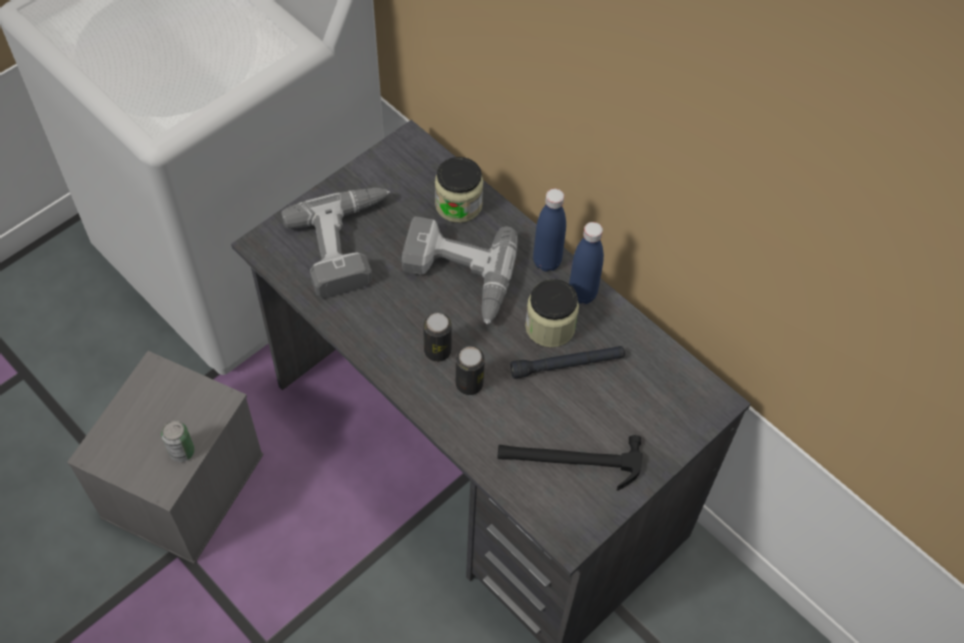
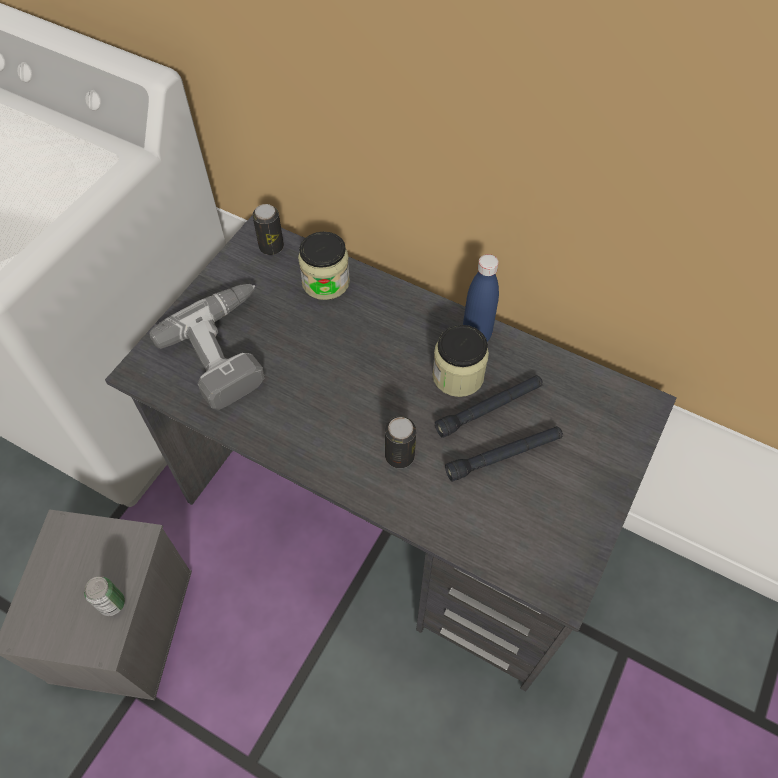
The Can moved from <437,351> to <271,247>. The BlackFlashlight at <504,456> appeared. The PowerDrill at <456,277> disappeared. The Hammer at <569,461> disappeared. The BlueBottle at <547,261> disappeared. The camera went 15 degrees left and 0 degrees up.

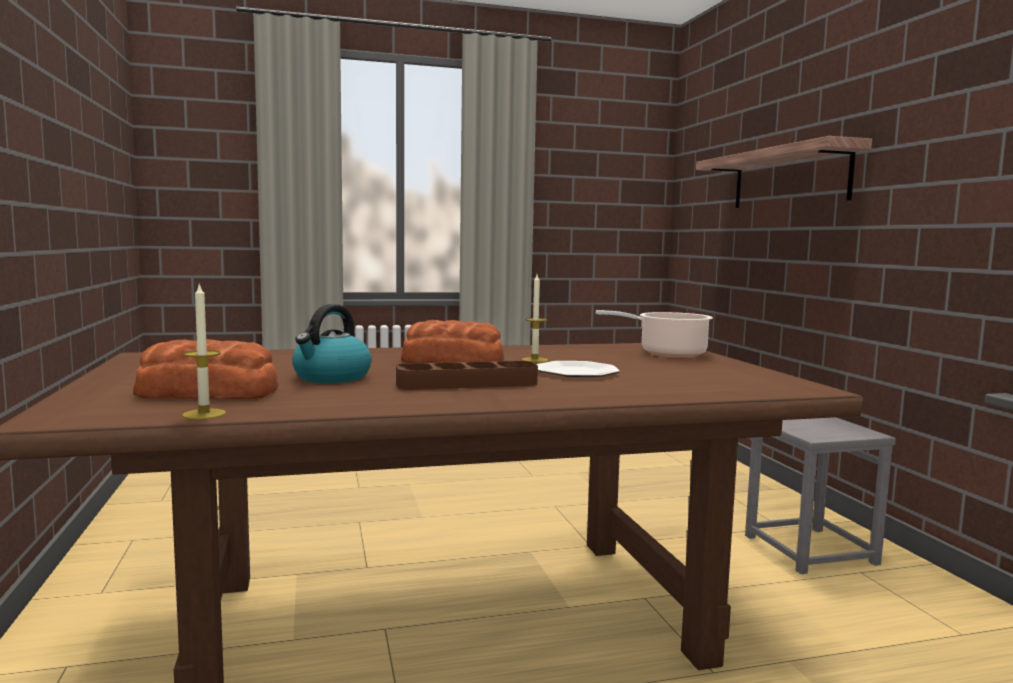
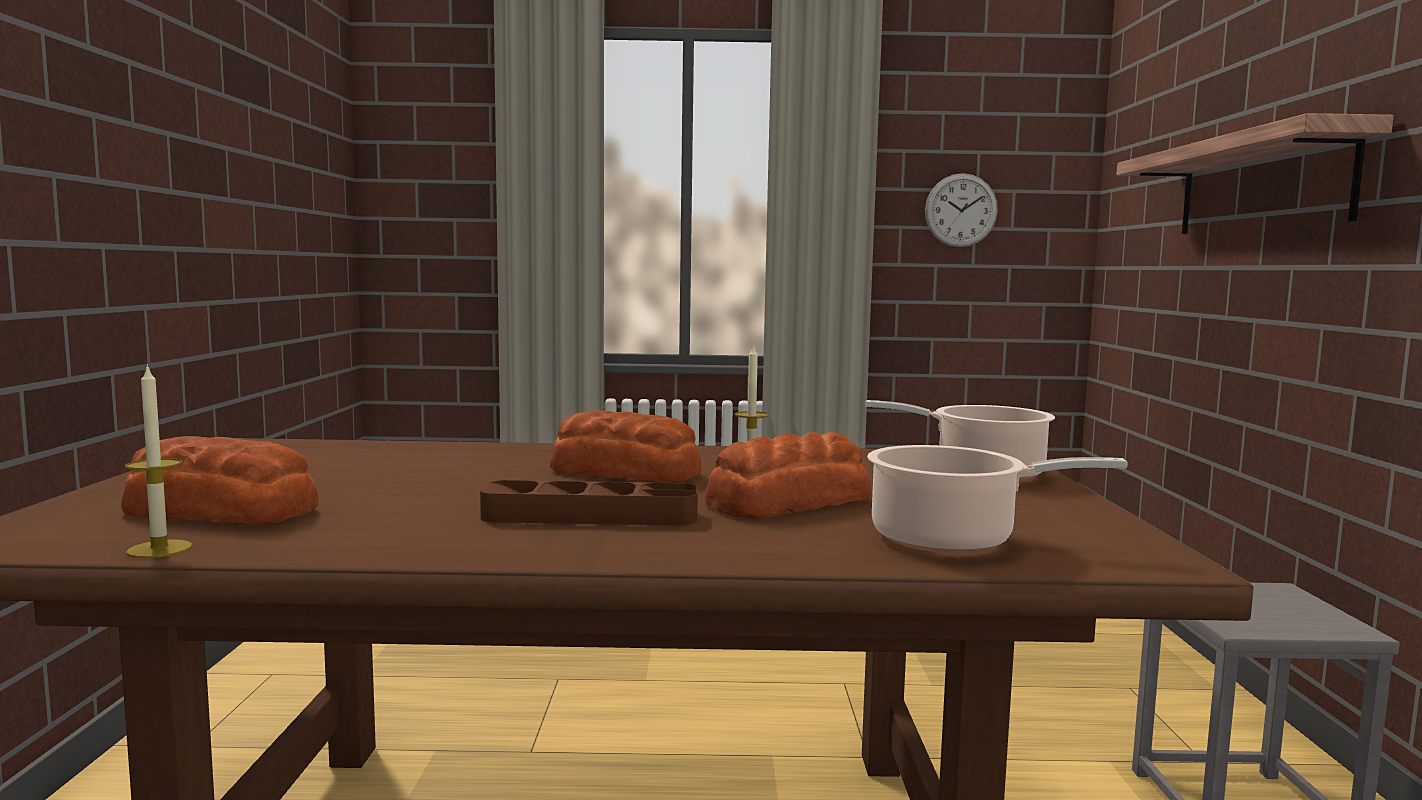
The Plate at <576,372> was replaced by the Bread at <786,502>. The CookingPot at <952,539> appeared. The WallClock at <961,210> appeared. The Kettle at <331,377> disappeared. The camera went 15 degrees right and 0 degrees up.

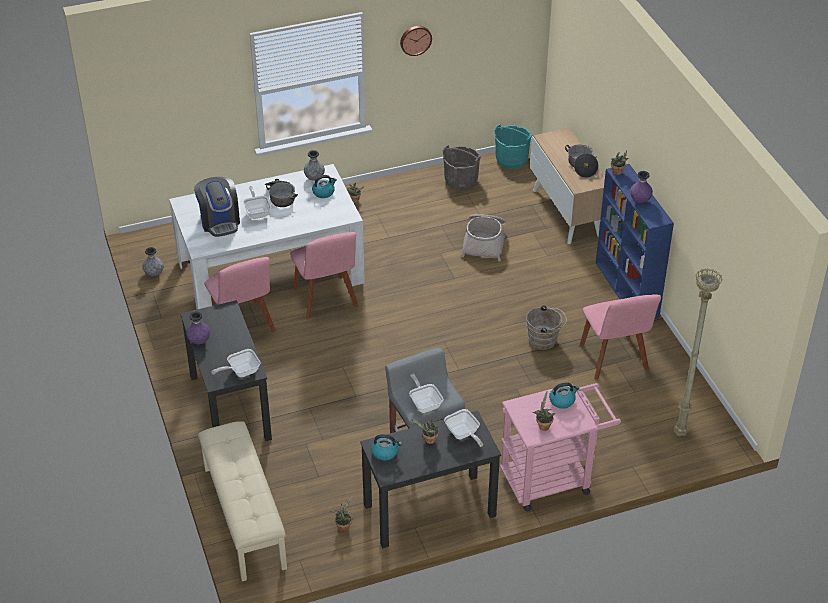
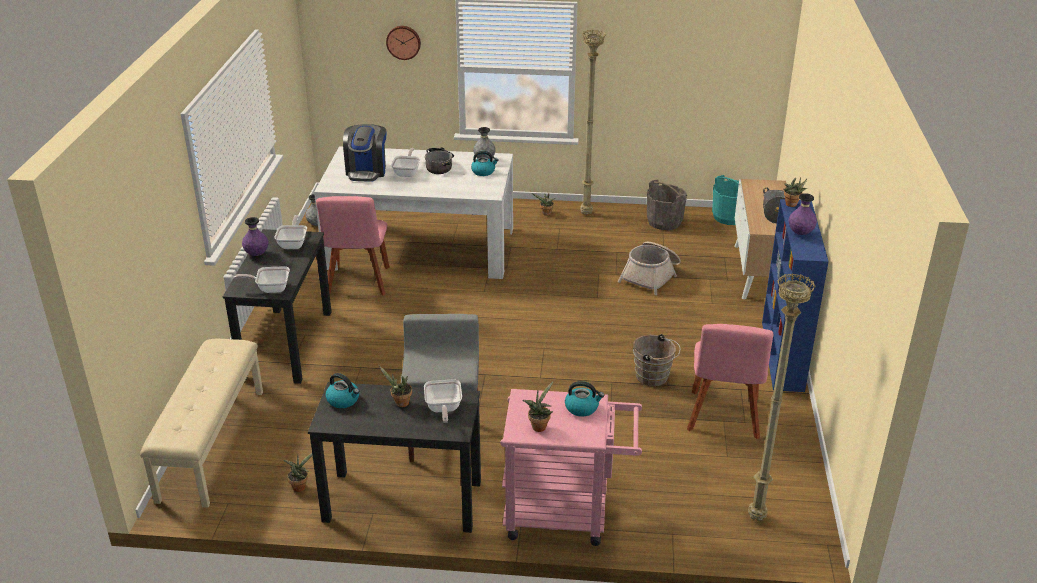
The FryingPan moved from <424,403> to <293,243>. The WallClock moved from <415,39> to <403,42>. The BeigeFloorLamp at <587,214> appeared. The PinkChair at <326,300> disappeared. The camera went 25 degrees right and 10 degrees down.

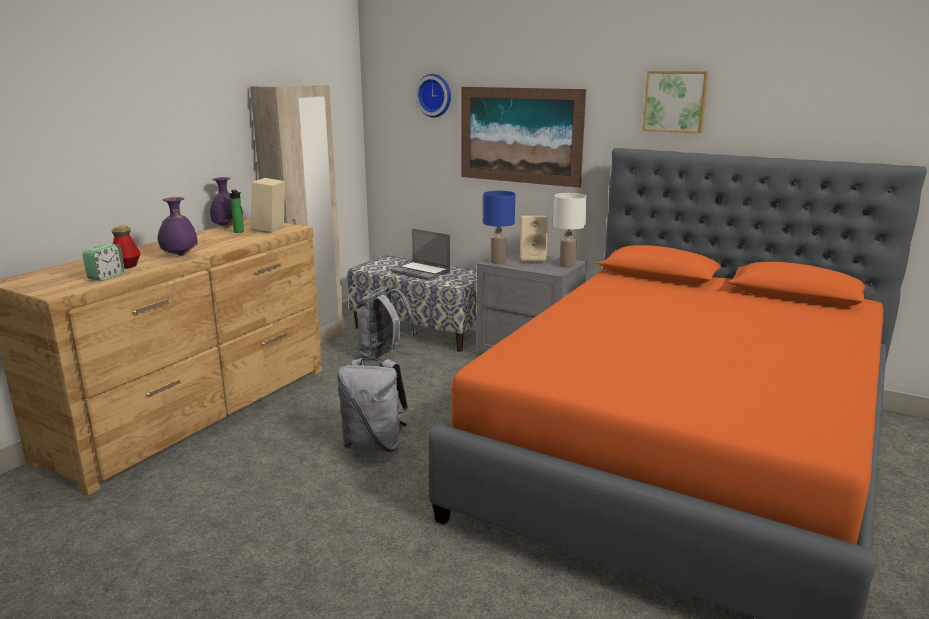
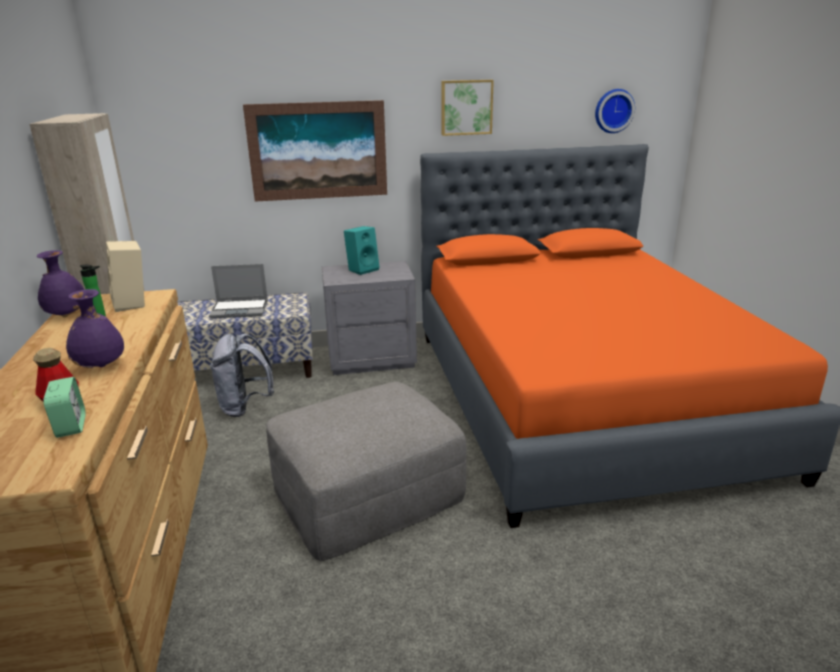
The GreyBackpack at <374,445> was replaced by the GreyOttoman at <367,492>. The BeigeSpeaker at <533,259> became the TurquoiseSpeaker at <363,269>. The WallClock moved from <435,95> to <613,111>. The BlueTableLamp at <497,262> disappeared. The WhiteTableLamp at <567,265> disappeared. The camera went 40 degrees left and 5 degrees up.

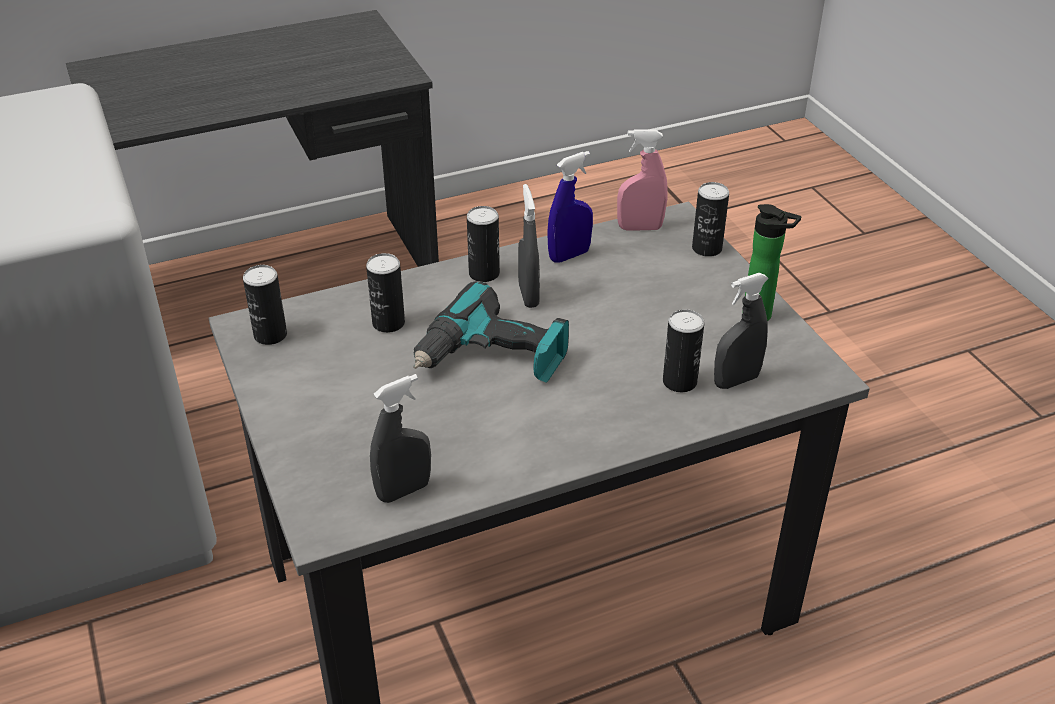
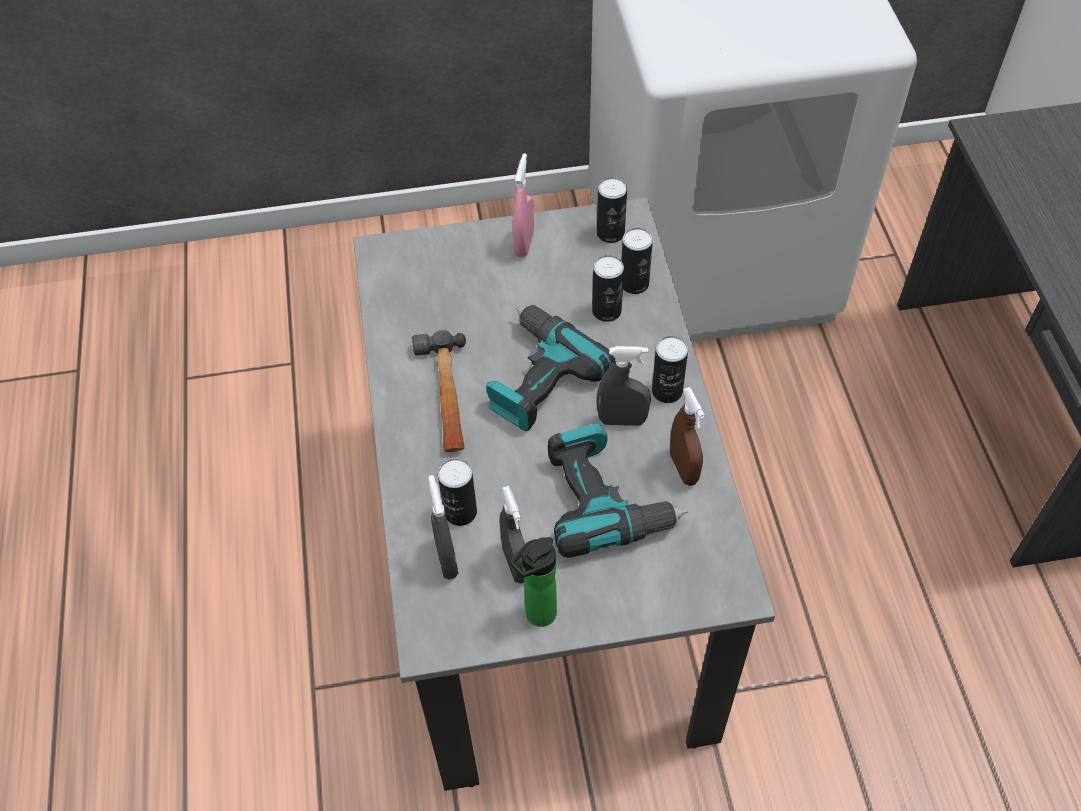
The Hammer at <445,396> appeared. The GreySprayBottle moved from <404,491> to <515,564>. The PinkSprayBottle moved from <640,228> to <524,244>. The PowerDrill at <605,500> appeared. The Can moved from <707,248> to <634,283>. The BlueSprayBottle at <569,255> became the BrownSprayBottle at <683,468>. The camera went 105 degrees right and 15 degrees up.

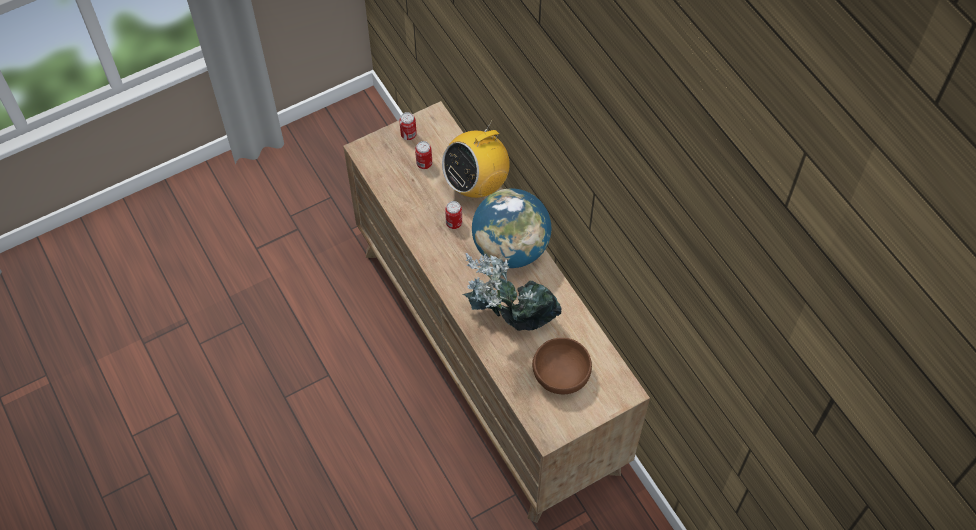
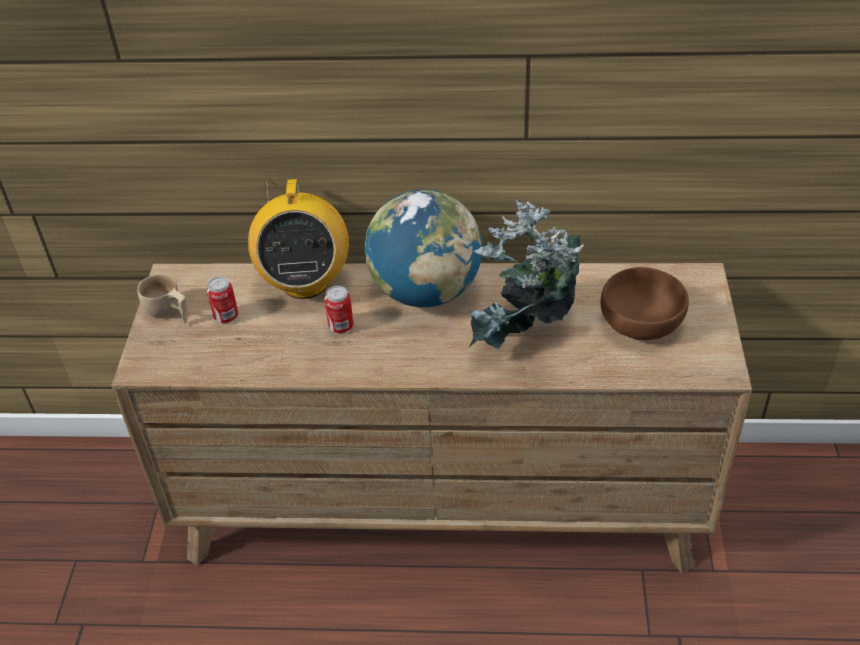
The Can at <408,135> was replaced by the BeigeCup at <168,313>. The camera went 55 degrees left and 15 degrees down.

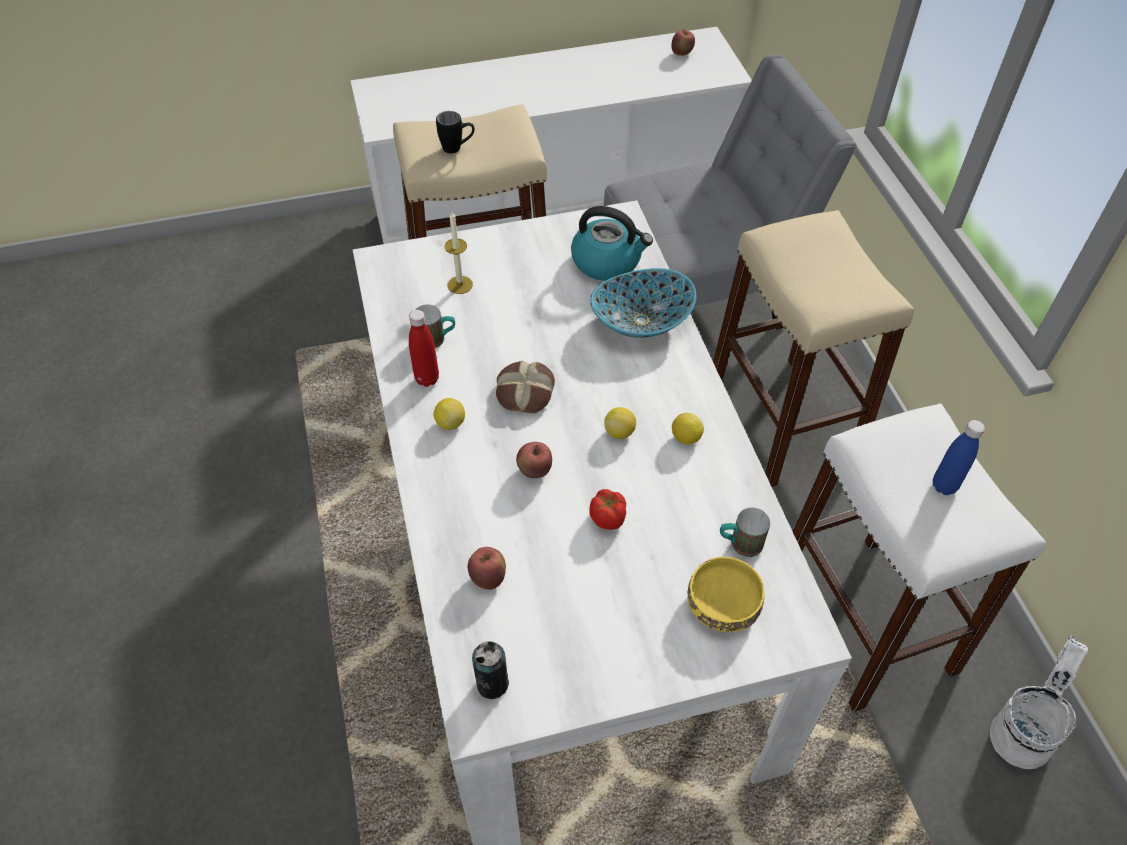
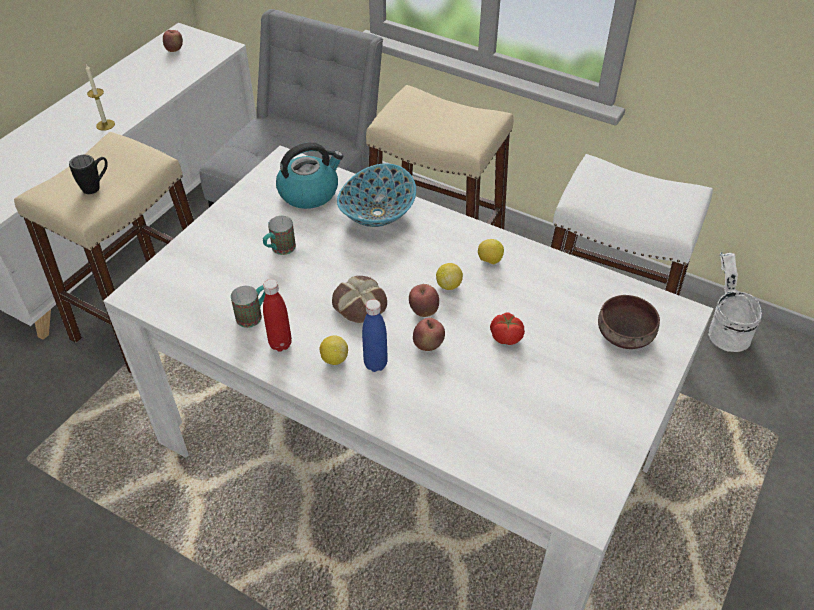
The Candle moved from <460,285> to <105,125>. The Mug moved from <739,544> to <279,250>. The BlueBottle moved from <944,486> to <375,364>. The Apple moved from <488,578> to <423,311>. The YellowBowl at <723,606> became the BrownBowl at <626,334>. The Can at <492,684> disappeared. The camera went 45 degrees left and 5 degrees down.

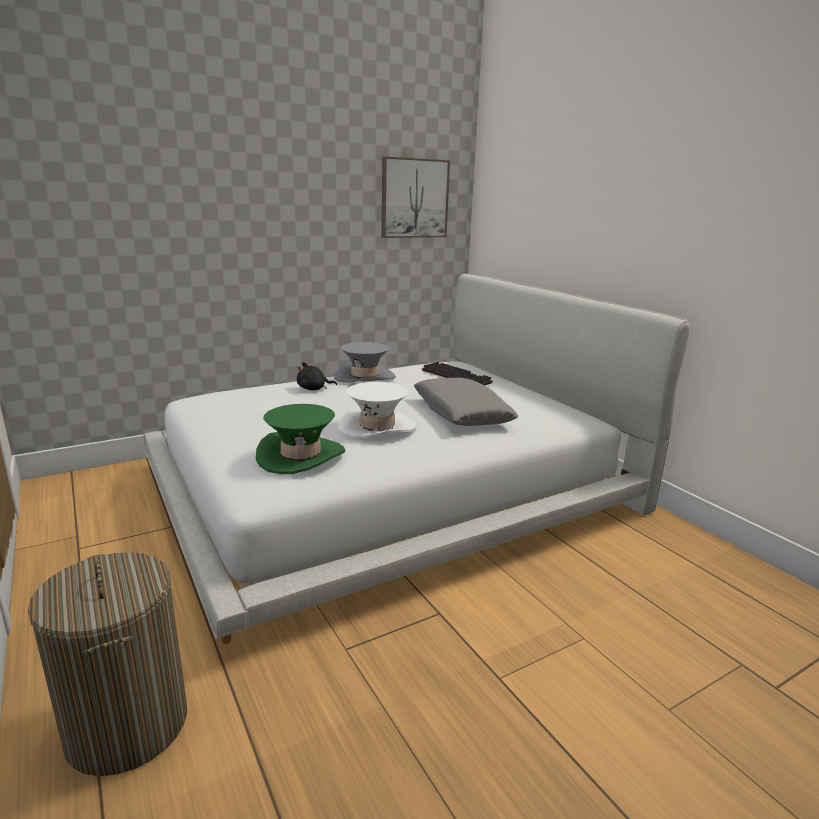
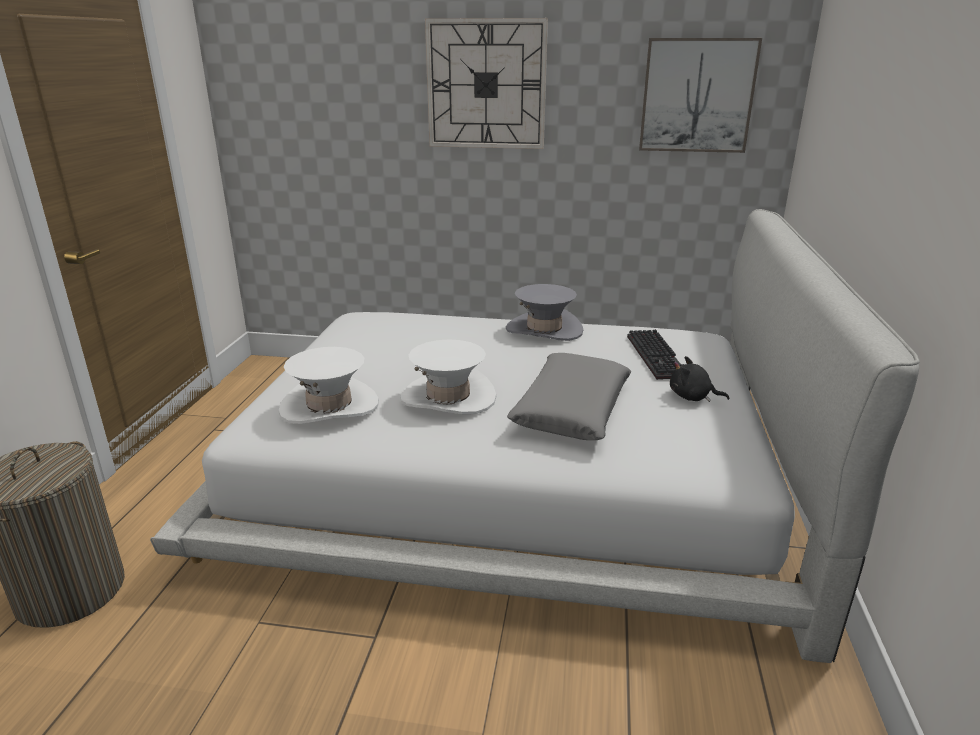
The GreenHat at <301,456> became the WhiteHat at <329,406>. The WallClock at <486,85> appeared. The BlackPlushToy moved from <314,389> to <692,397>. The camera went 40 degrees right and 5 degrees up.

